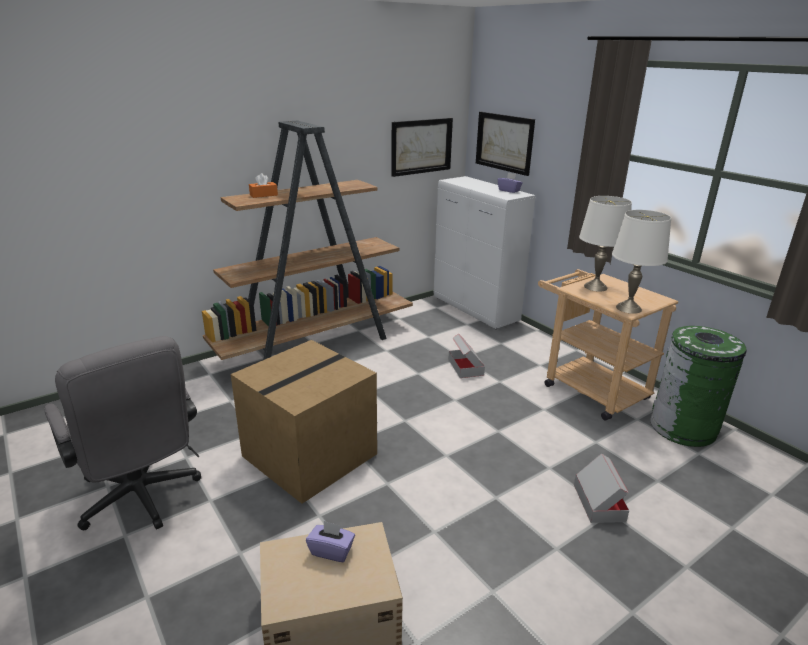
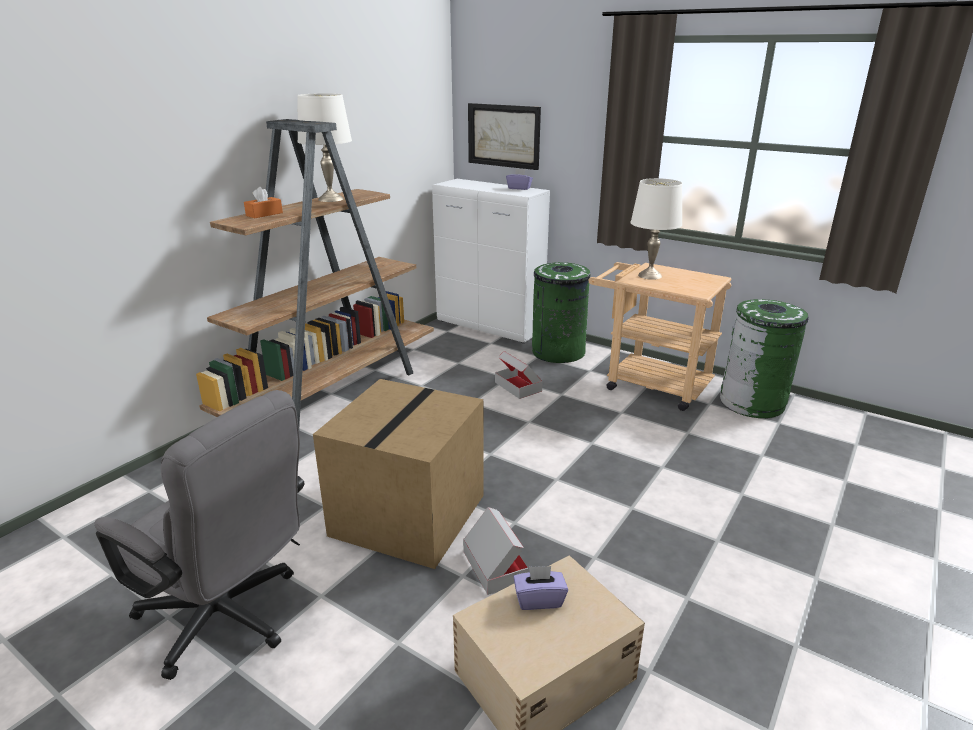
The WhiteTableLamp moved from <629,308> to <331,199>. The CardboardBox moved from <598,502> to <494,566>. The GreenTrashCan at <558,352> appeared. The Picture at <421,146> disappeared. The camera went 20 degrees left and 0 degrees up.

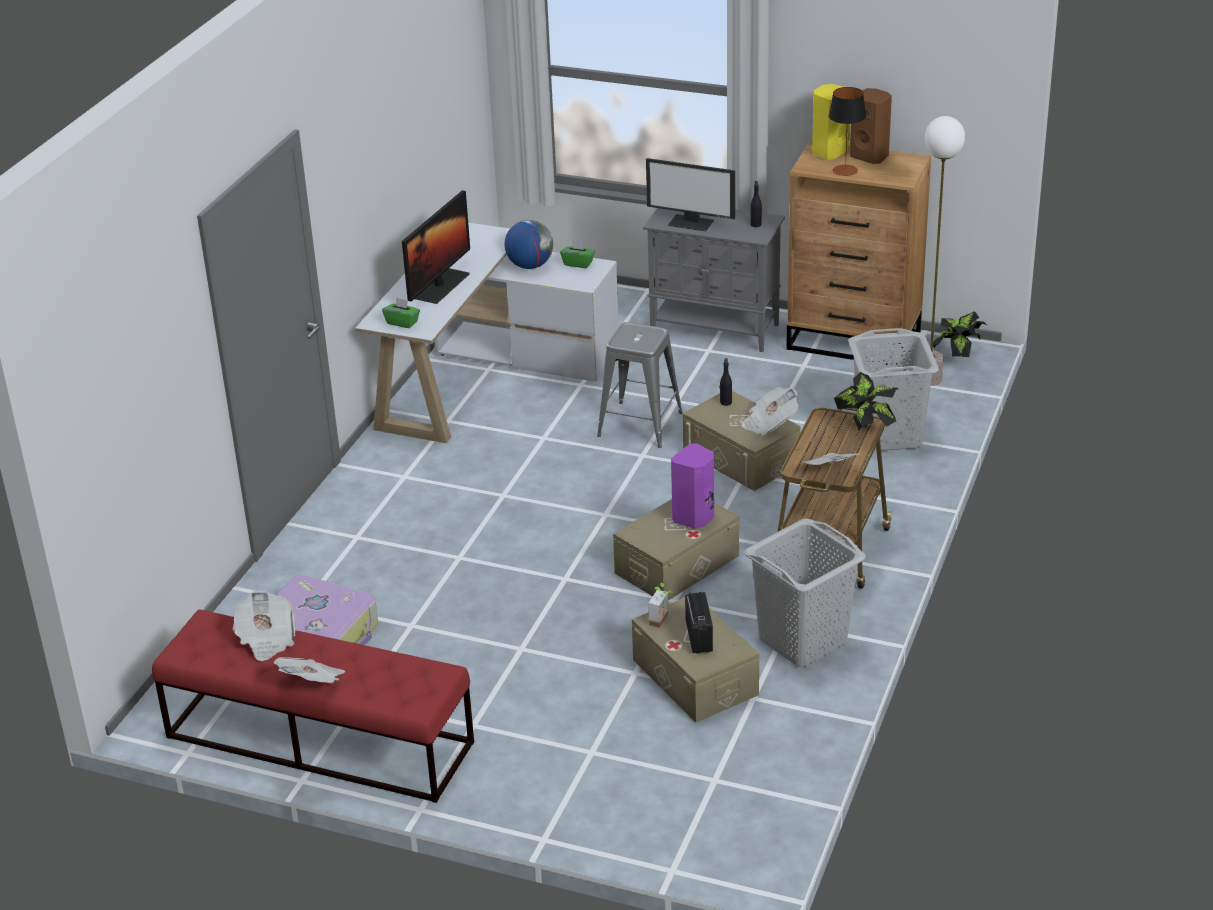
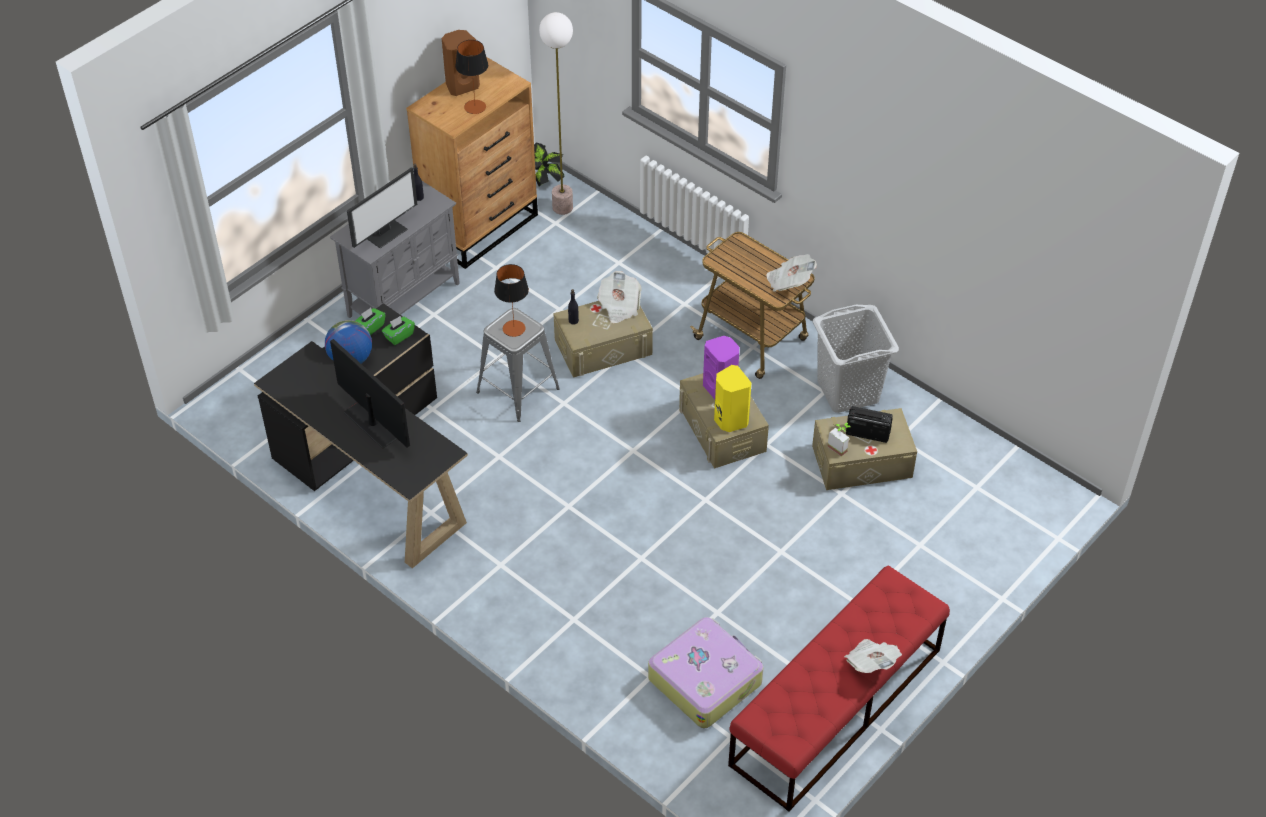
The WhiteDesk at <484,376> became the BlackDesk at <374,468>. The GreenTissueBox moved from <402,322> to <399,336>. The TableLamp at <514,328> appeared. The YellowSpeaker moved from <829,152> to <729,420>. The Newspaper at <266,639> disappeared. The PottedPlant at <866,429> disappeared. The GreyLaundryBasket at <888,435> disappeared. The camera went 70 degrees left and 15 degrees up.

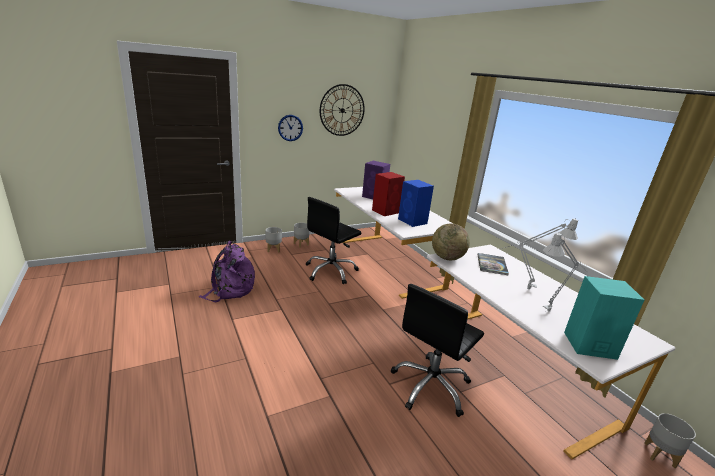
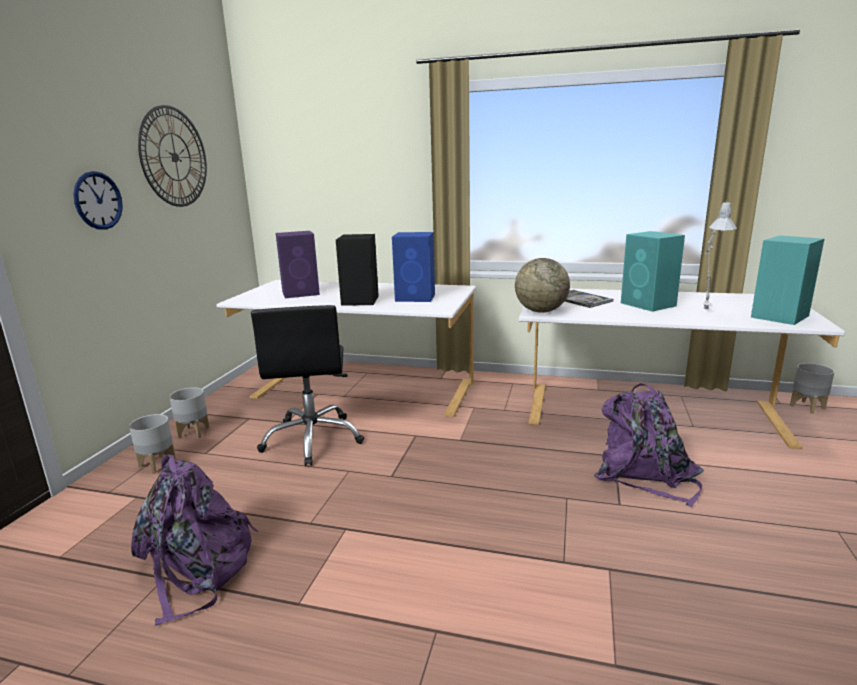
The RedSpeaker at <386,211> became the BlackSpeaker at <360,300>. The BlackOfficeChair at <431,386> was replaced by the PurpleBackpack at <645,476>. The GreyTableLamp at <523,288> was replaced by the TurquoiseSpeaker at <649,305>. The camera went 45 degrees left and 5 degrees down.

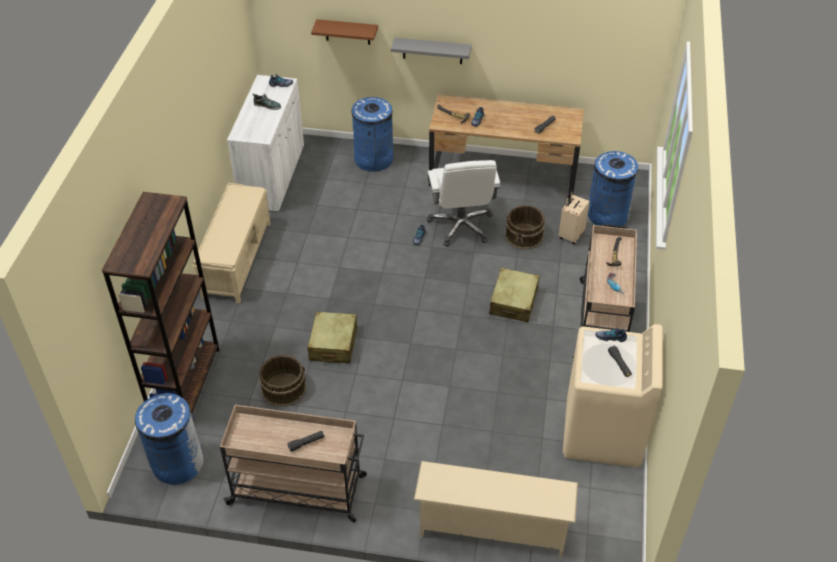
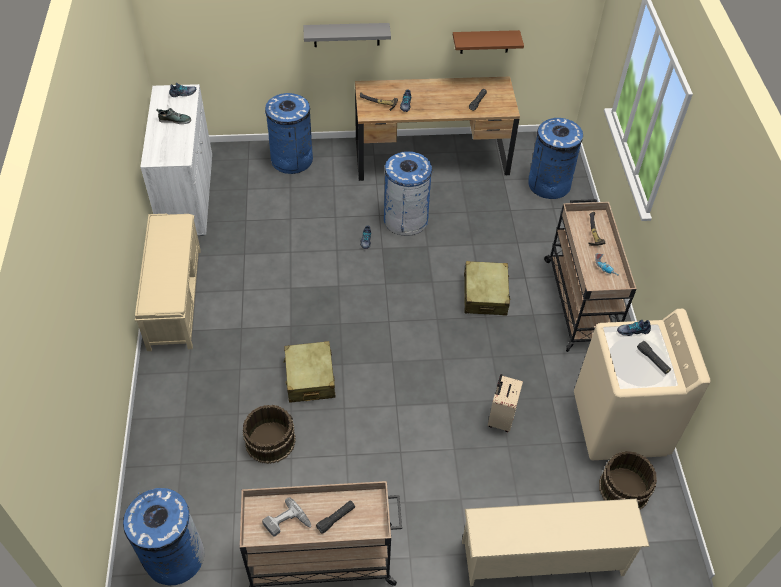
The PowerDrill at <287,524> appeared. The WhiteOfficeChair at <461,226> was replaced by the BlueTrashCan at <406,219>. The BrownShelf moved from <347,32> to <485,41>. The BeigeSuitcase moved from <570,235> to <500,418>. The BrownBucket moved from <524,236> to <624,489>. The BrownBookcase at <185,384> disappeared. The camera went 15 degrees left and 5 degrees up.

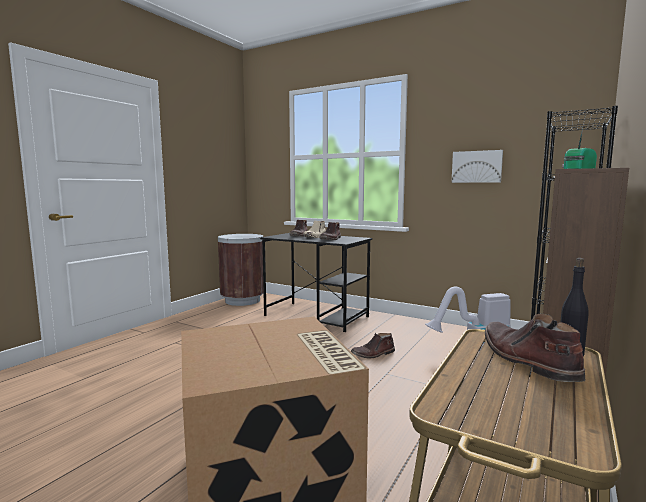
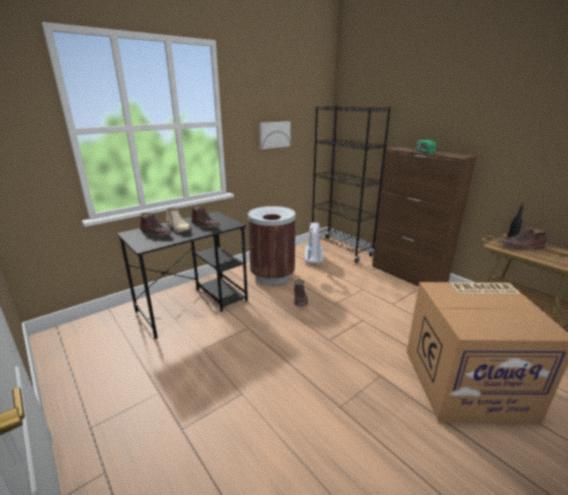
The BrownTrashCan moved from <242,300> to <272,276>. The camera went 70 degrees left and 15 degrees up.

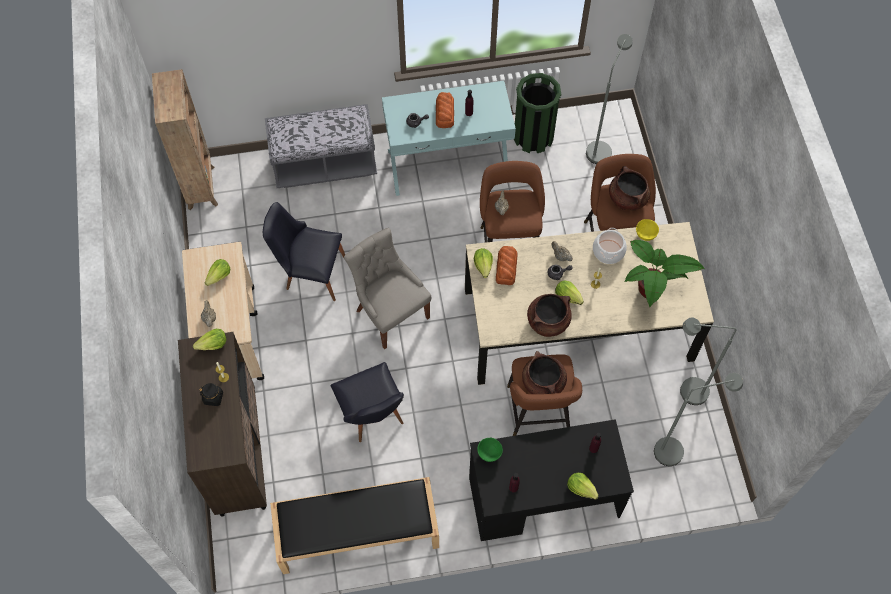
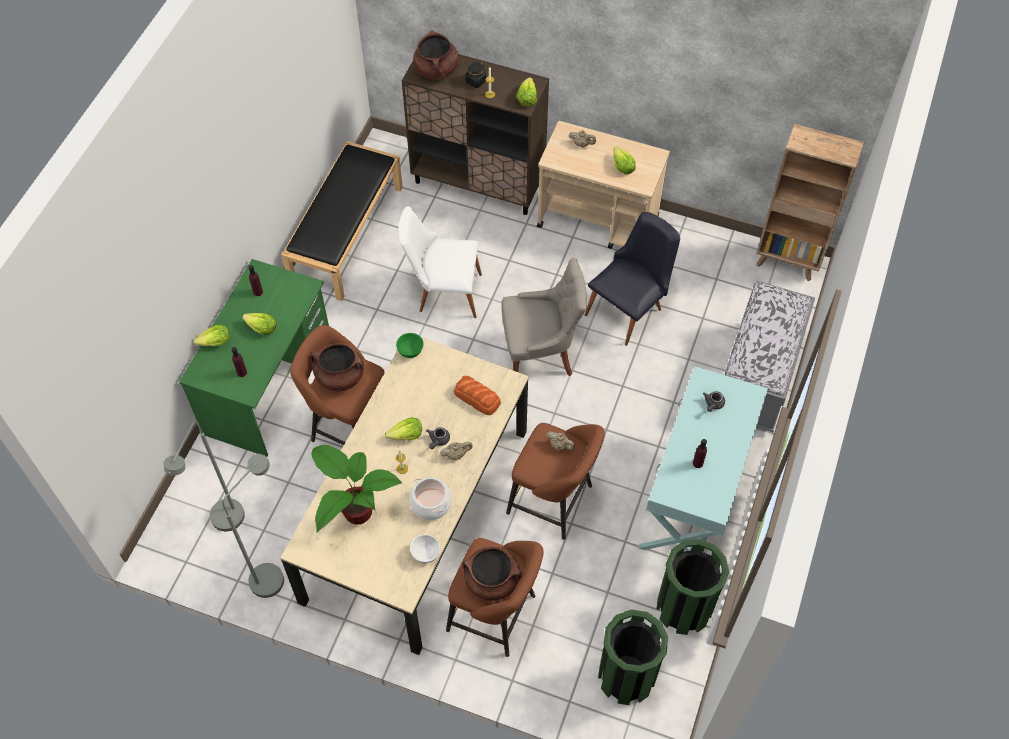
The BlackDesk at <543,497> became the GreenDesk at <269,384>. The Lettuce moved from <483,266> to <261,328>. The GreenBowl moved from <489,453> to <411,351>. The BlackChair at <373,416> became the WhiteChair at <443,291>. The YellowBowl at <645,235> became the WhiteBowl at <425,554>. The BrownCookingPot moved from <548,321> to <436,70>. The GreyFloorLamp at <600,147> was replaced by the GreenTrashCan at <626,676>. The Bread at <444,113> disappeared. The camera went 120 degrees right and 5 degrees down.

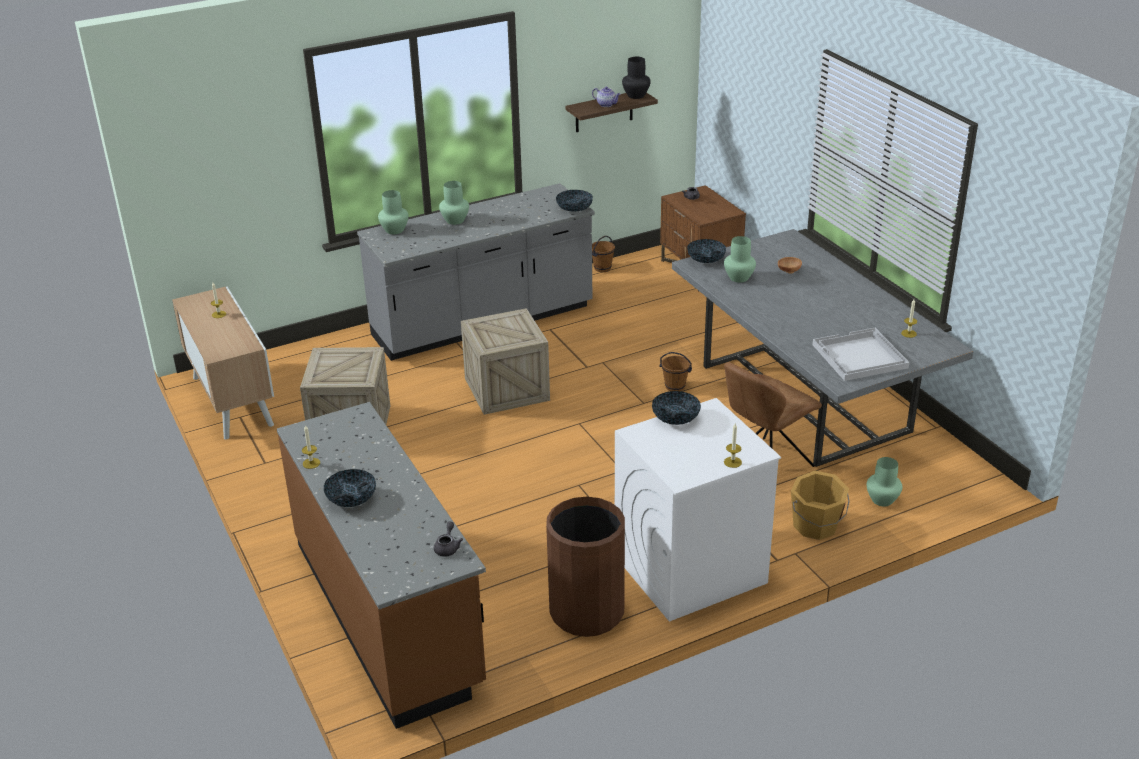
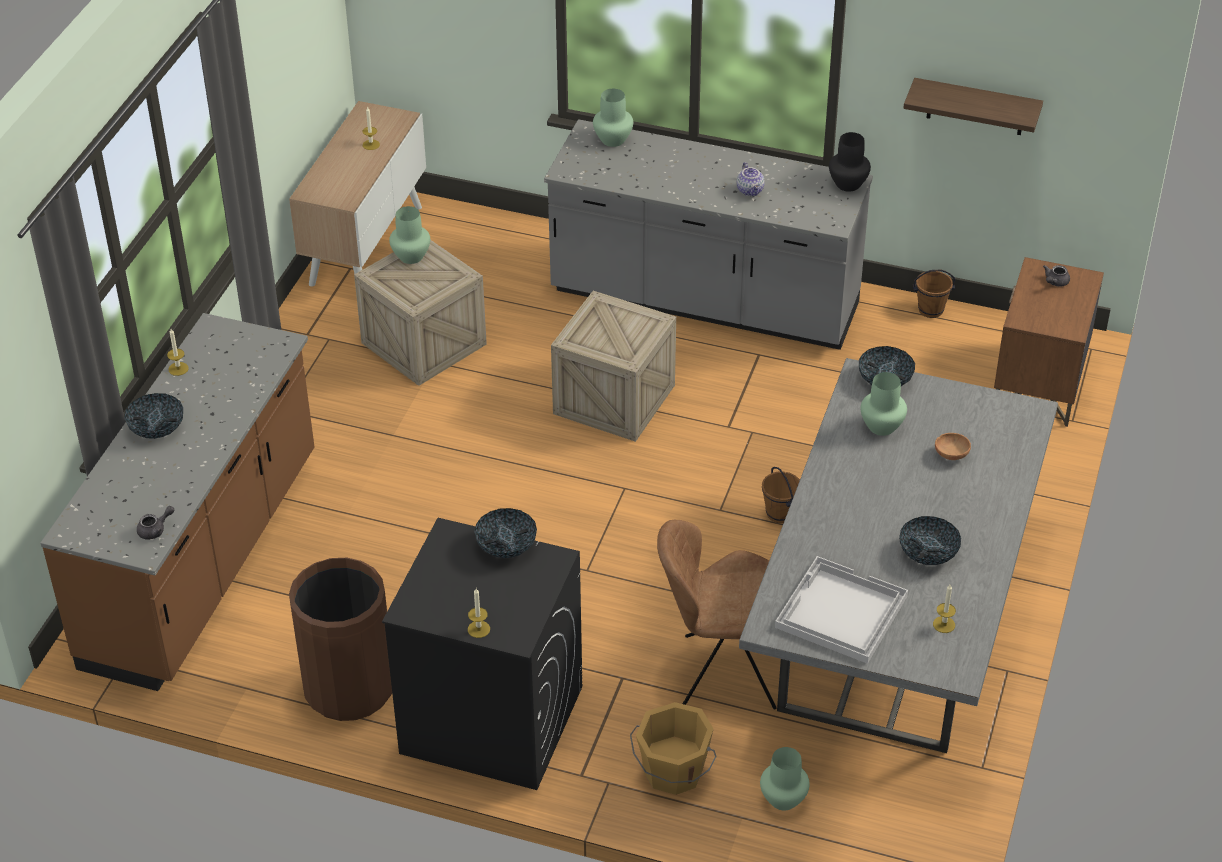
The WhiteWashingMachine at <689,570> became the BlackWashingMachine at <490,719>. The GreenVase moved from <455,221> to <411,257>. The Teapot moved from <606,104> to <750,190>. The BlackVase moved from <636,95> to <848,184>. The Bowl moved from <574,209> to <928,552>. The camera went 45 degrees right and 10 degrees up.

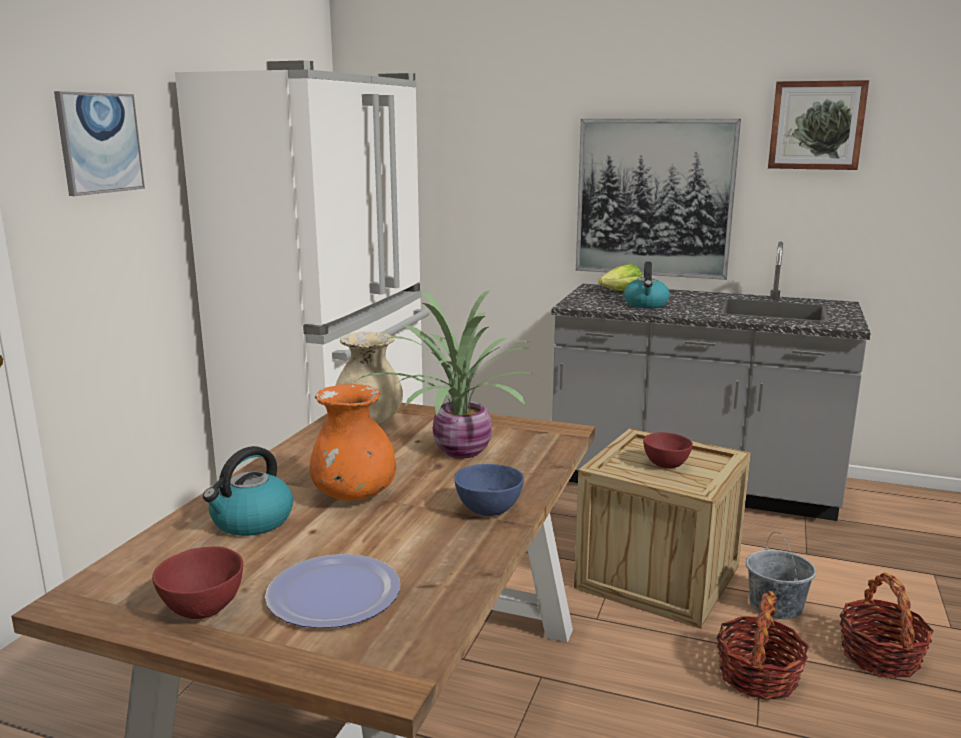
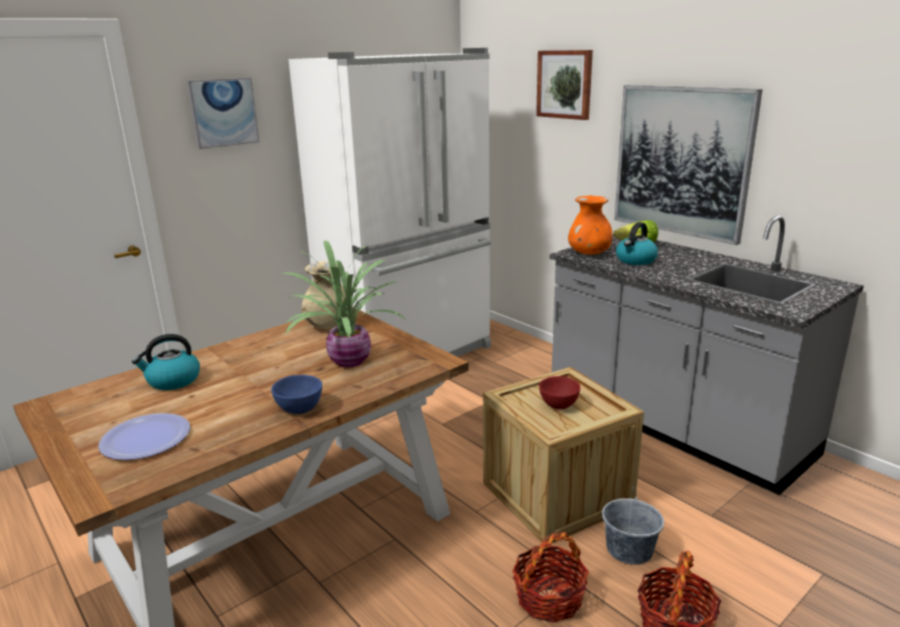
The Picture moved from <816,125> to <565,84>. The OrangeVase moved from <354,495> to <589,253>. The RedBowl at <203,608> disappeared. The camera went 30 degrees right and 5 degrees up.

